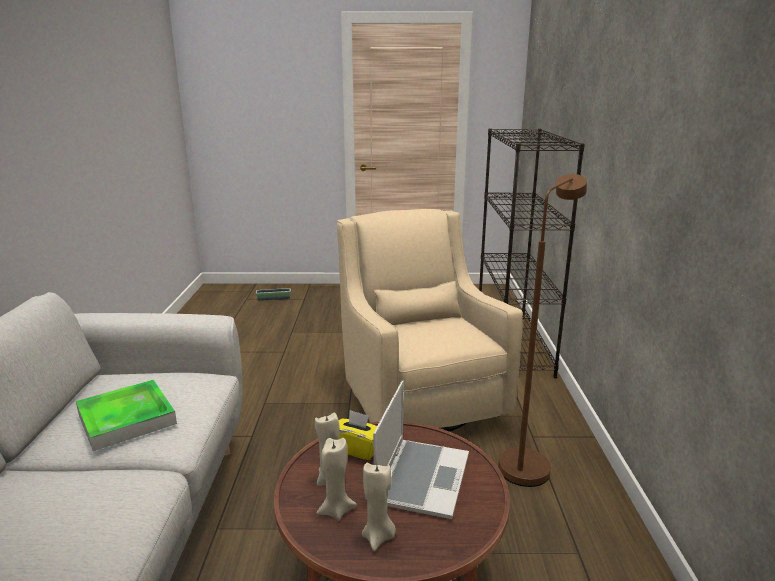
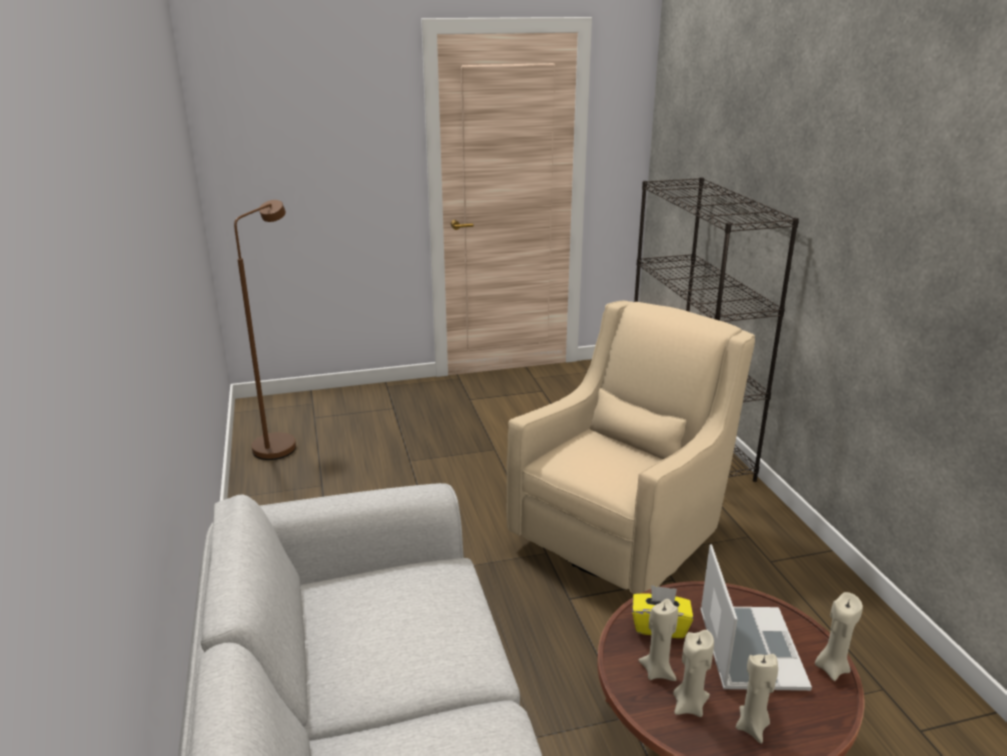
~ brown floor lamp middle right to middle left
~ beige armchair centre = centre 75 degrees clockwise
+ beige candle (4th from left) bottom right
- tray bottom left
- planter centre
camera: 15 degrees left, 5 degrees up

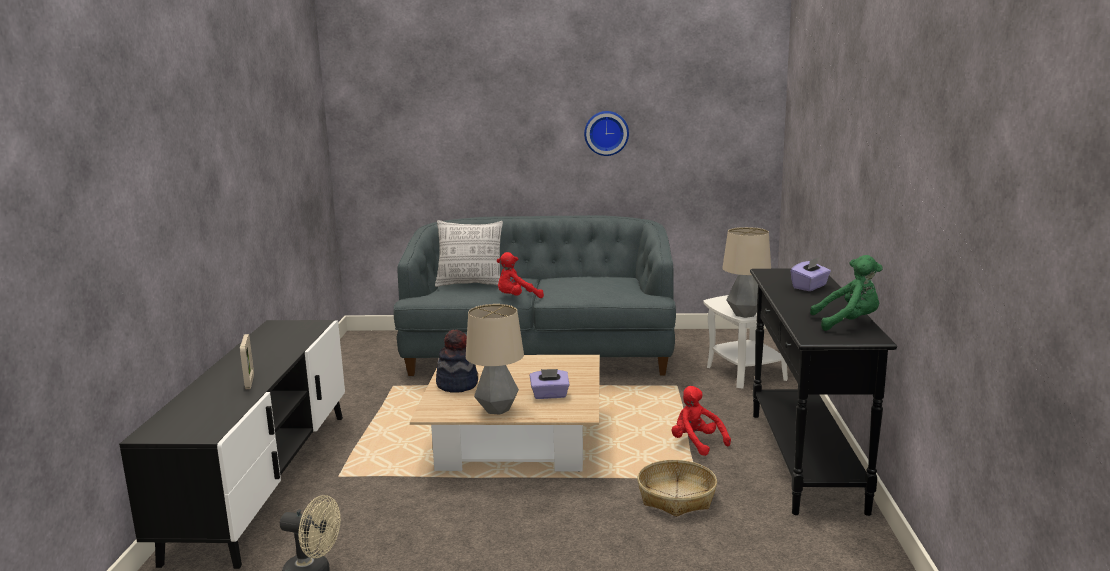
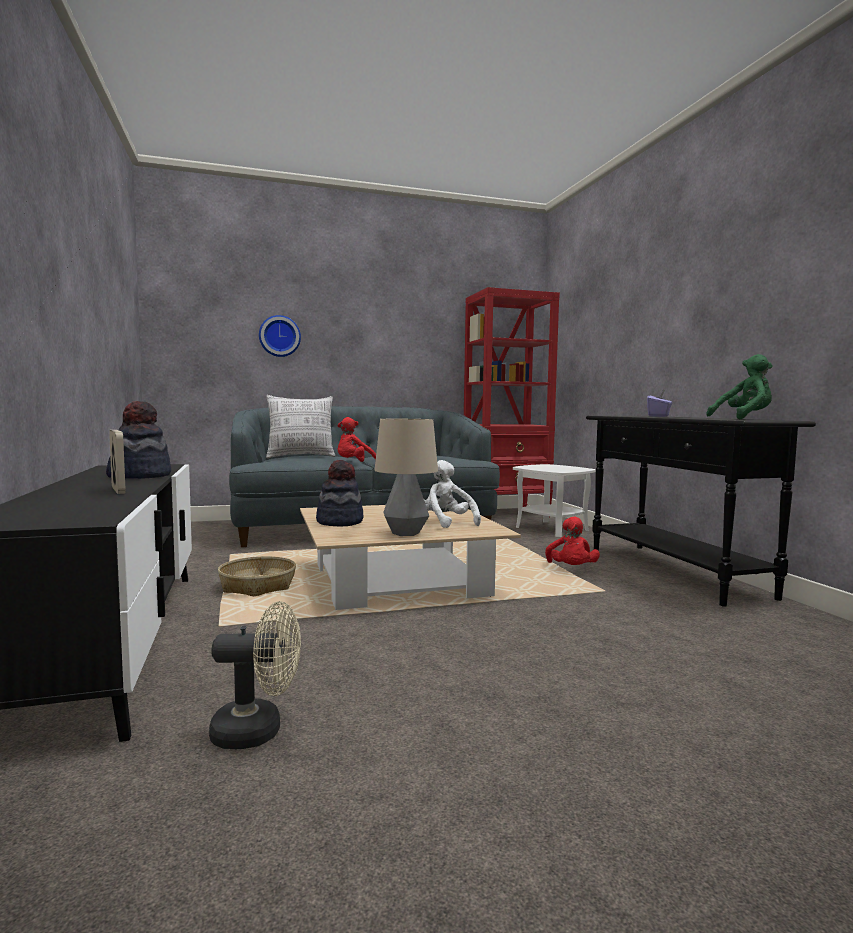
+ hat (1st from left) middle left
~ basket bottom centre to middle left
~ wall clock top centre to middle left
~ purple tissue box (1st from left) bottom centre to white plush toy centre
+ red bookcase centre
~ red plush toy (2nd from left) bottom centre = middle right 120 degrees counterclockwise
- table lamp (2nd from left) middle right
camera: 20 degrees left, 10 degrees down

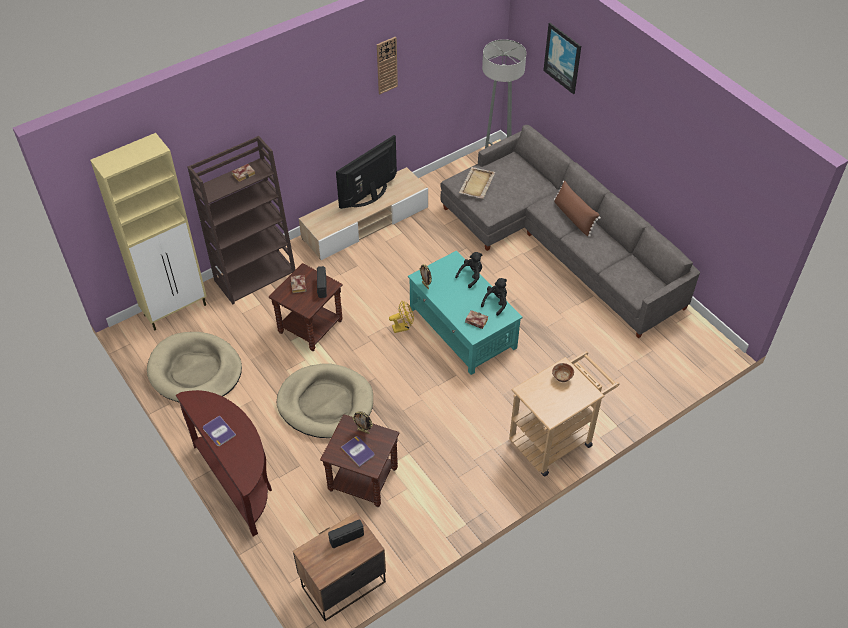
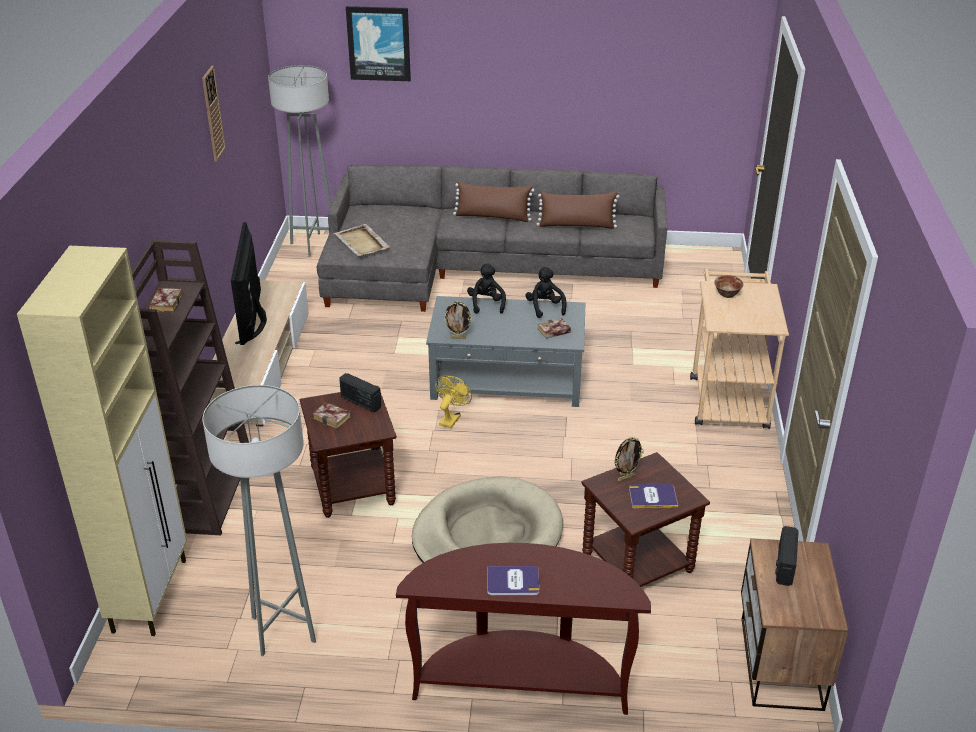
~ beige dog bed (1st from left) middle left to grey floor lamp (1st from left) bottom left
~ turquoise coffee table centre to grey coffee table centre
+ brown pillow (2nd from left) top centre
camera: 50 degrees left, 15 degrees down

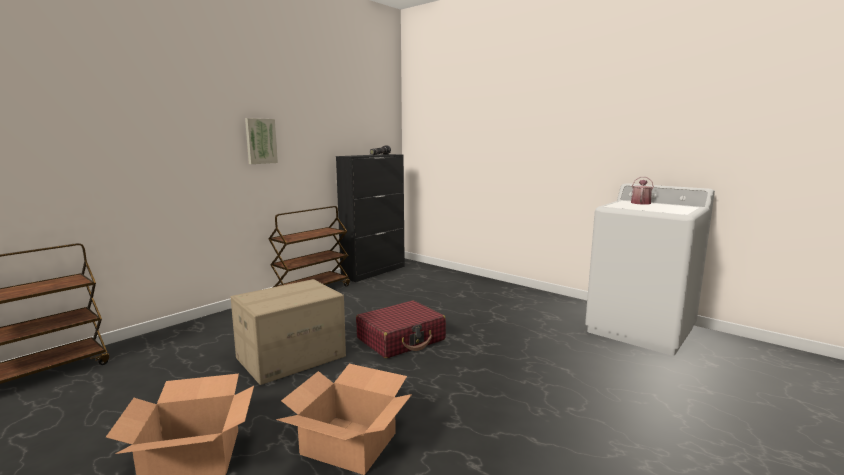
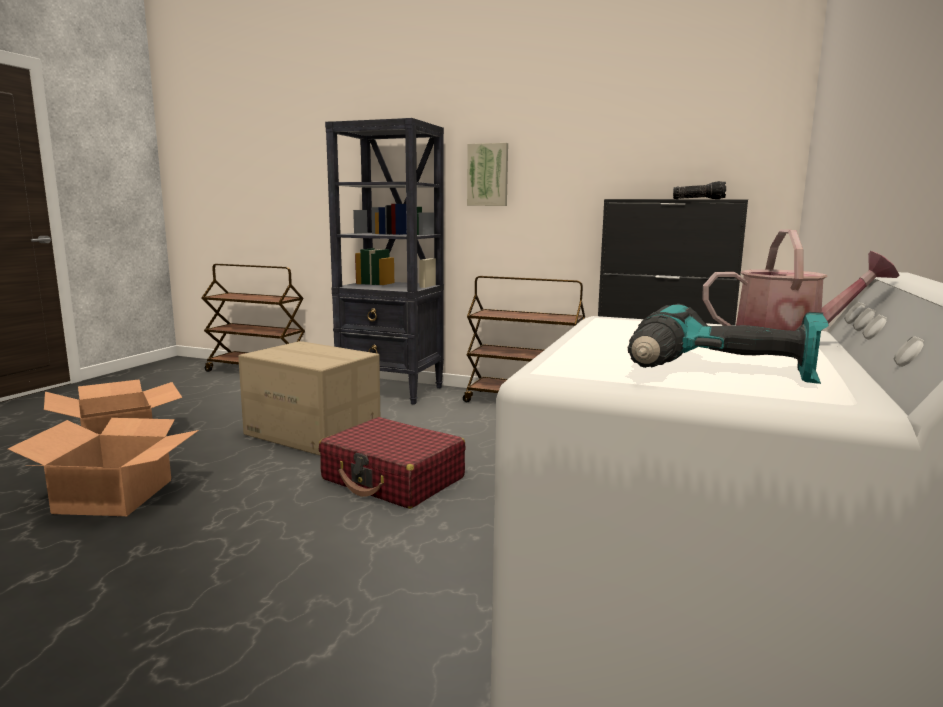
+ black bookcase centre
+ power drill middle right
camera: 70 degrees right, 0 degrees up

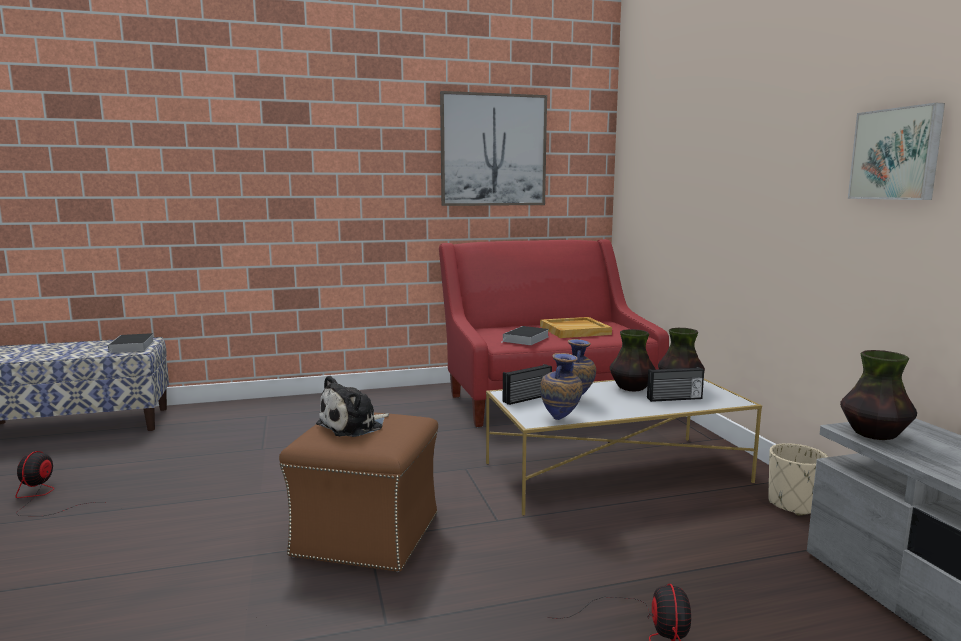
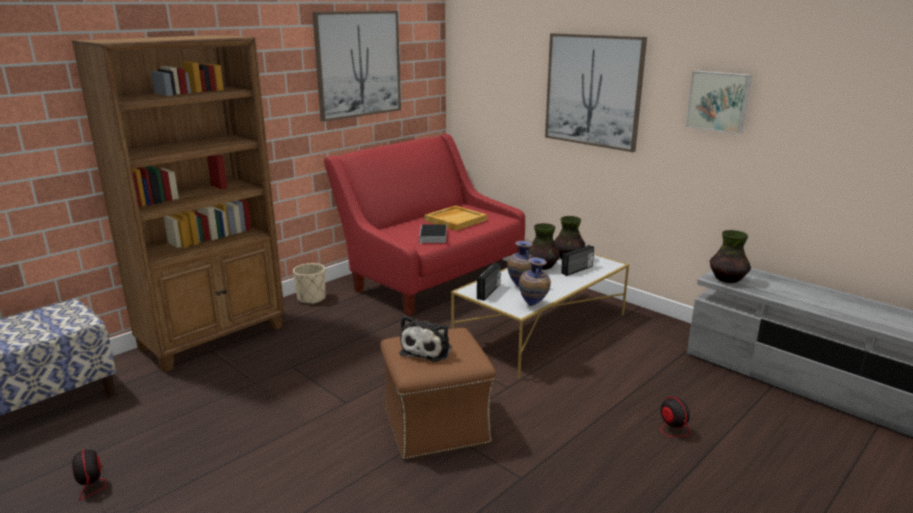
+ brown bookcase middle left
~ beige planter bottom right to centre
+ picture (2nd from left) top centre
- book (1st from left) middle left
camera: 30 degrees left, 10 degrees up

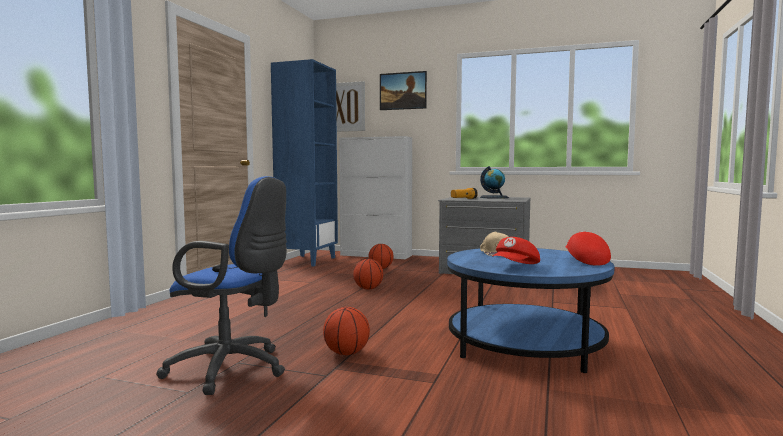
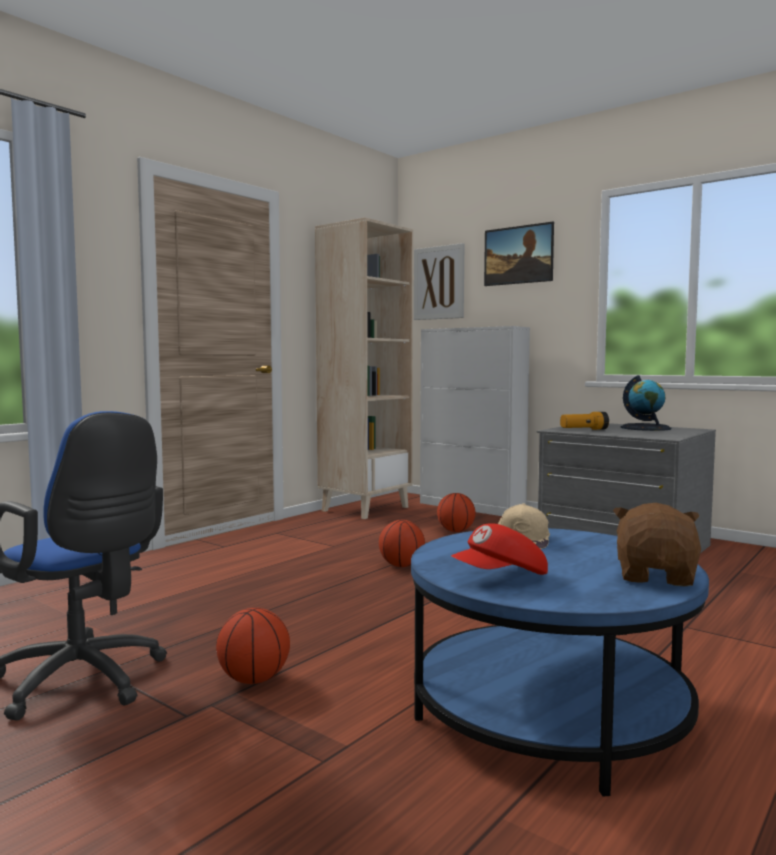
~ blue bookcase centre to beige bookcase centre
~ red cap (2nd from left) middle right to brown plush toy middle right
camera: 20 degrees right, 0 degrees up

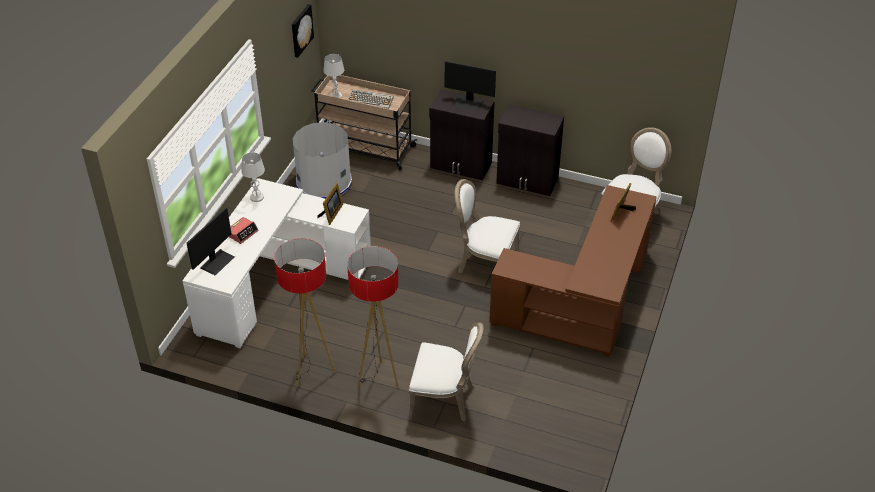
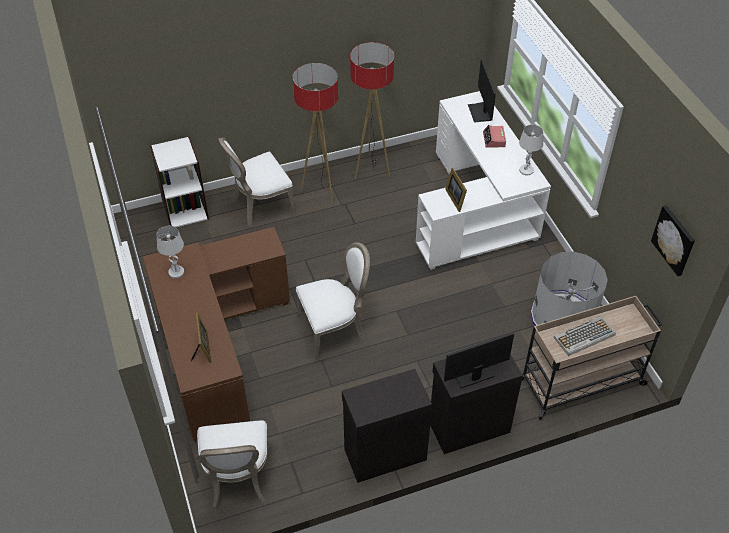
+ white bookcase middle left
~ white table lamp (2nd from left in the first image) top centre to white table lamp (1st from left) middle left
camera: 140 degrees right, 5 degrees up

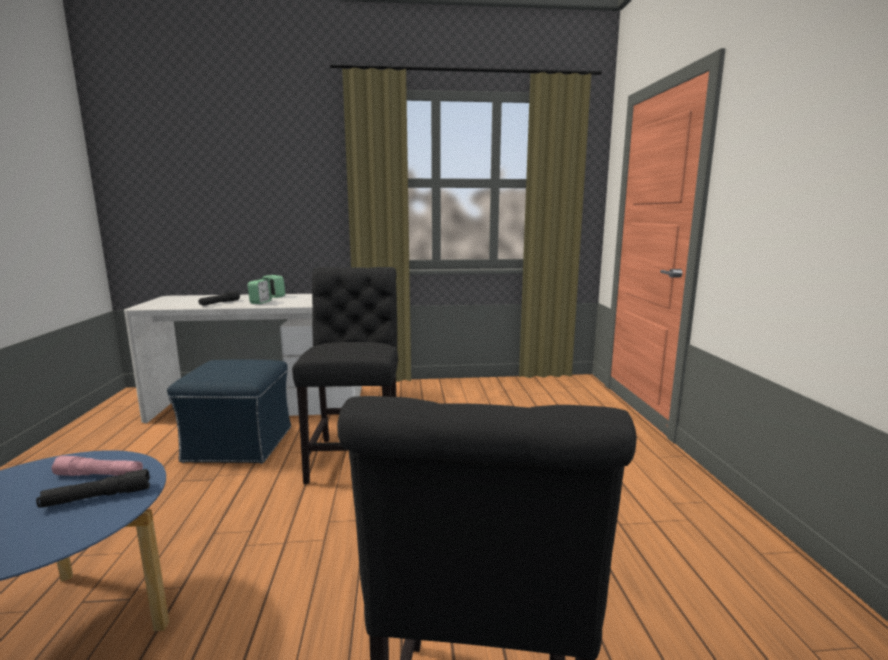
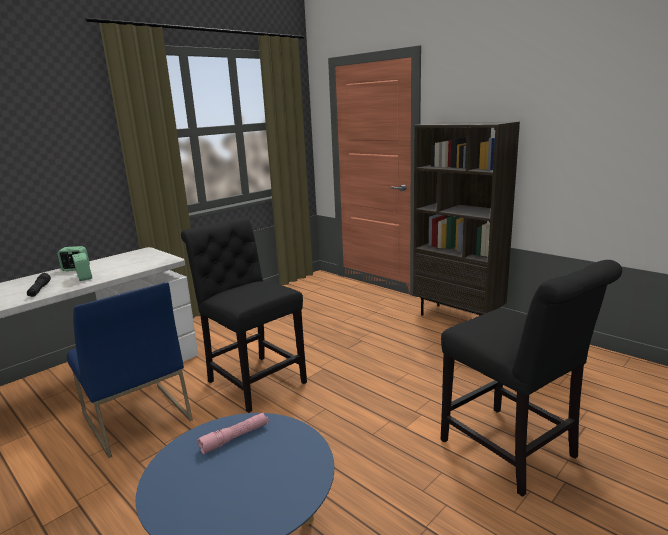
~ blue ottoman middle left to blue chair bottom left
+ brown bookcase middle right
- black flashlight (1st from left) bottom left
camera: 40 degrees left, 5 degrees up

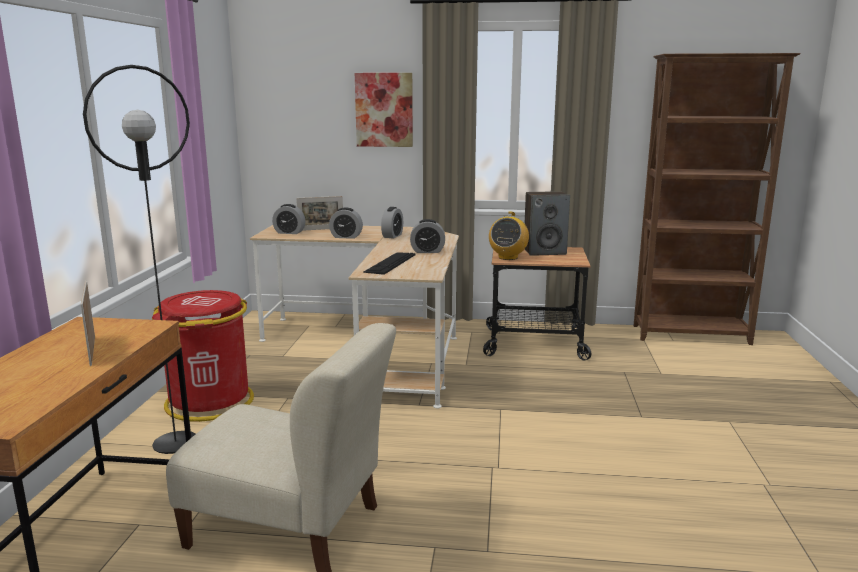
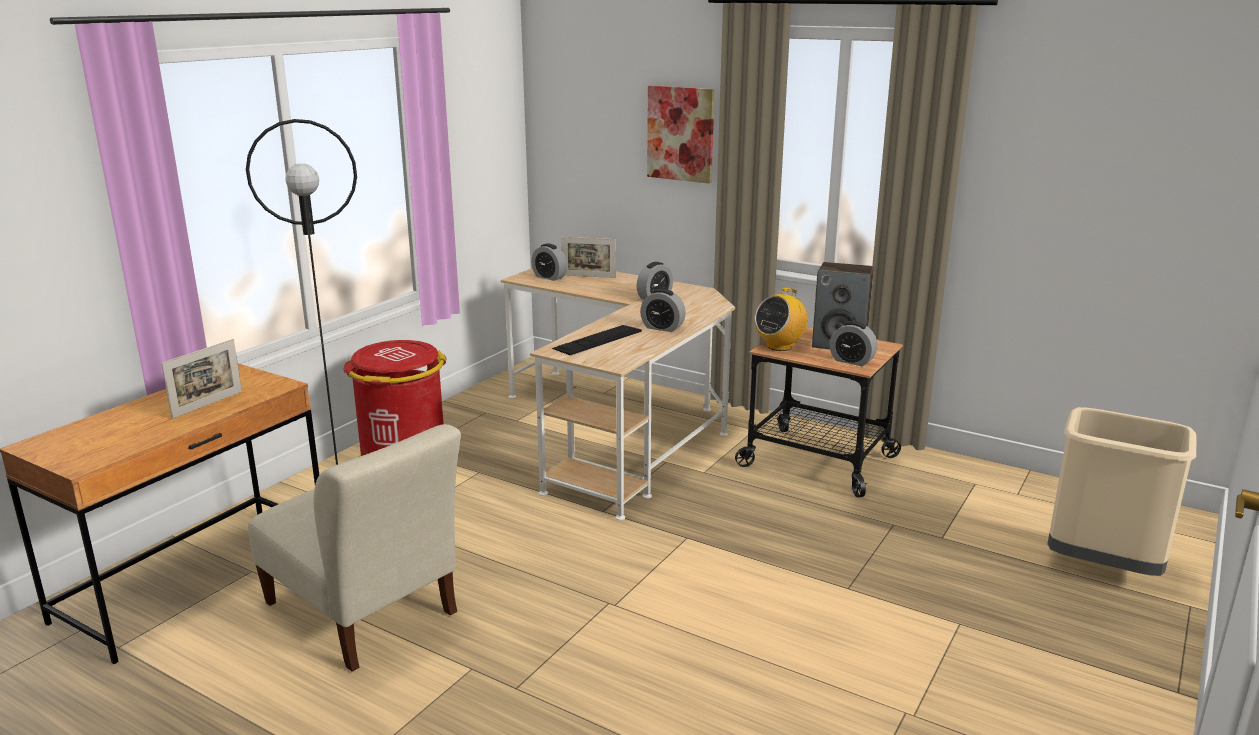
~ picture frame (1st from left) middle left = middle left 150 degrees counterclockwise
~ alarm clock (2nd from left in the first image) centre to alarm clock (4th from left) middle right
+ beige trash can bottom right
- brown bookcase middle right
camera: 25 degrees right, 5 degrees up

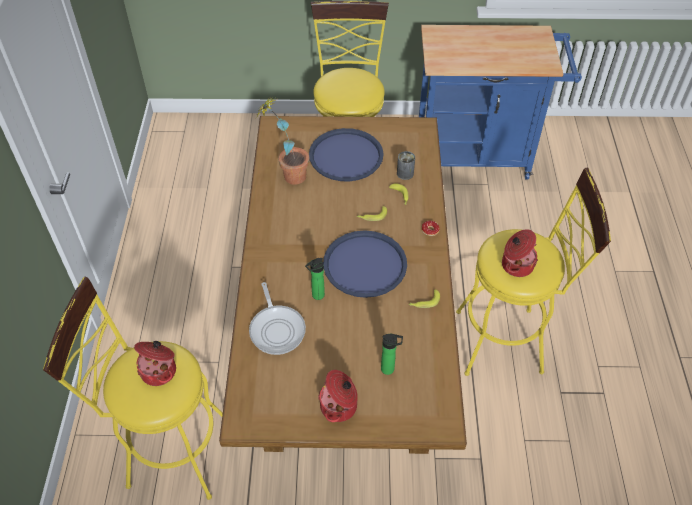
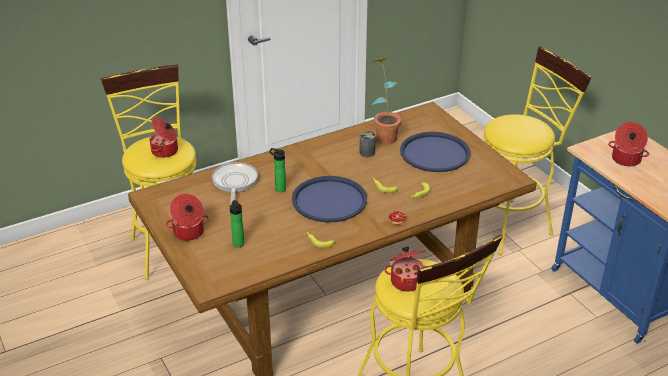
~ frying pan centre = centre 135 degrees clockwise
~ can top centre to centre
+ cooking pot (4th from left) middle right
camera: 60 degrees right, 15 degrees down

